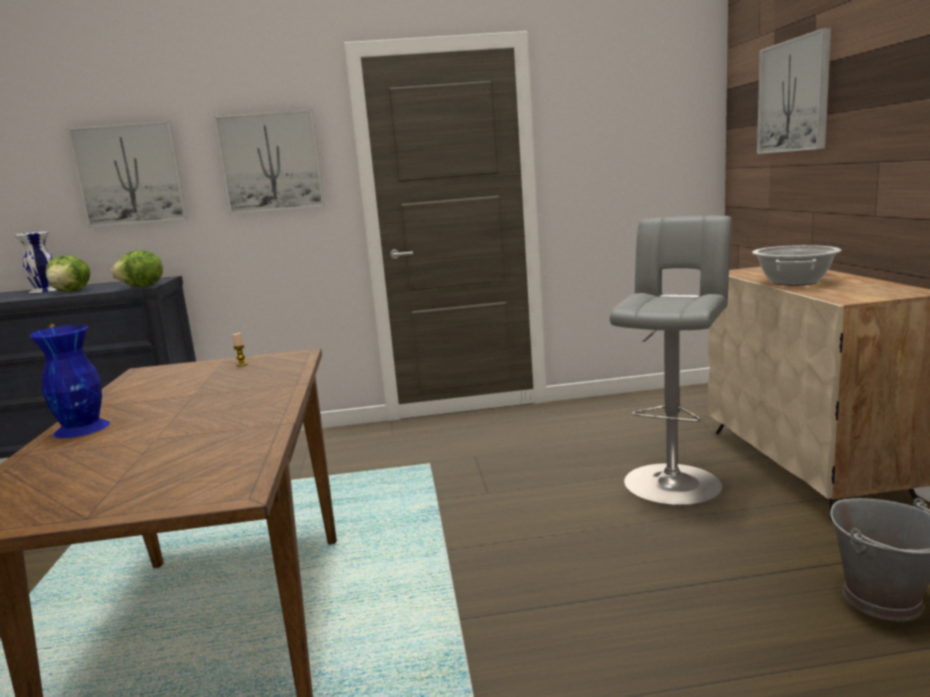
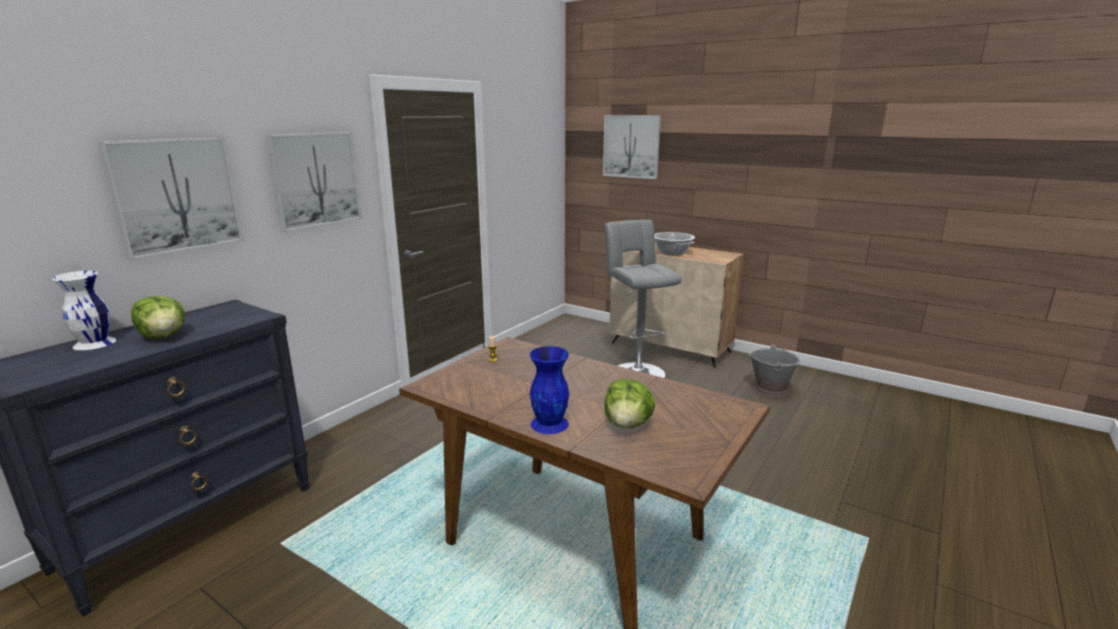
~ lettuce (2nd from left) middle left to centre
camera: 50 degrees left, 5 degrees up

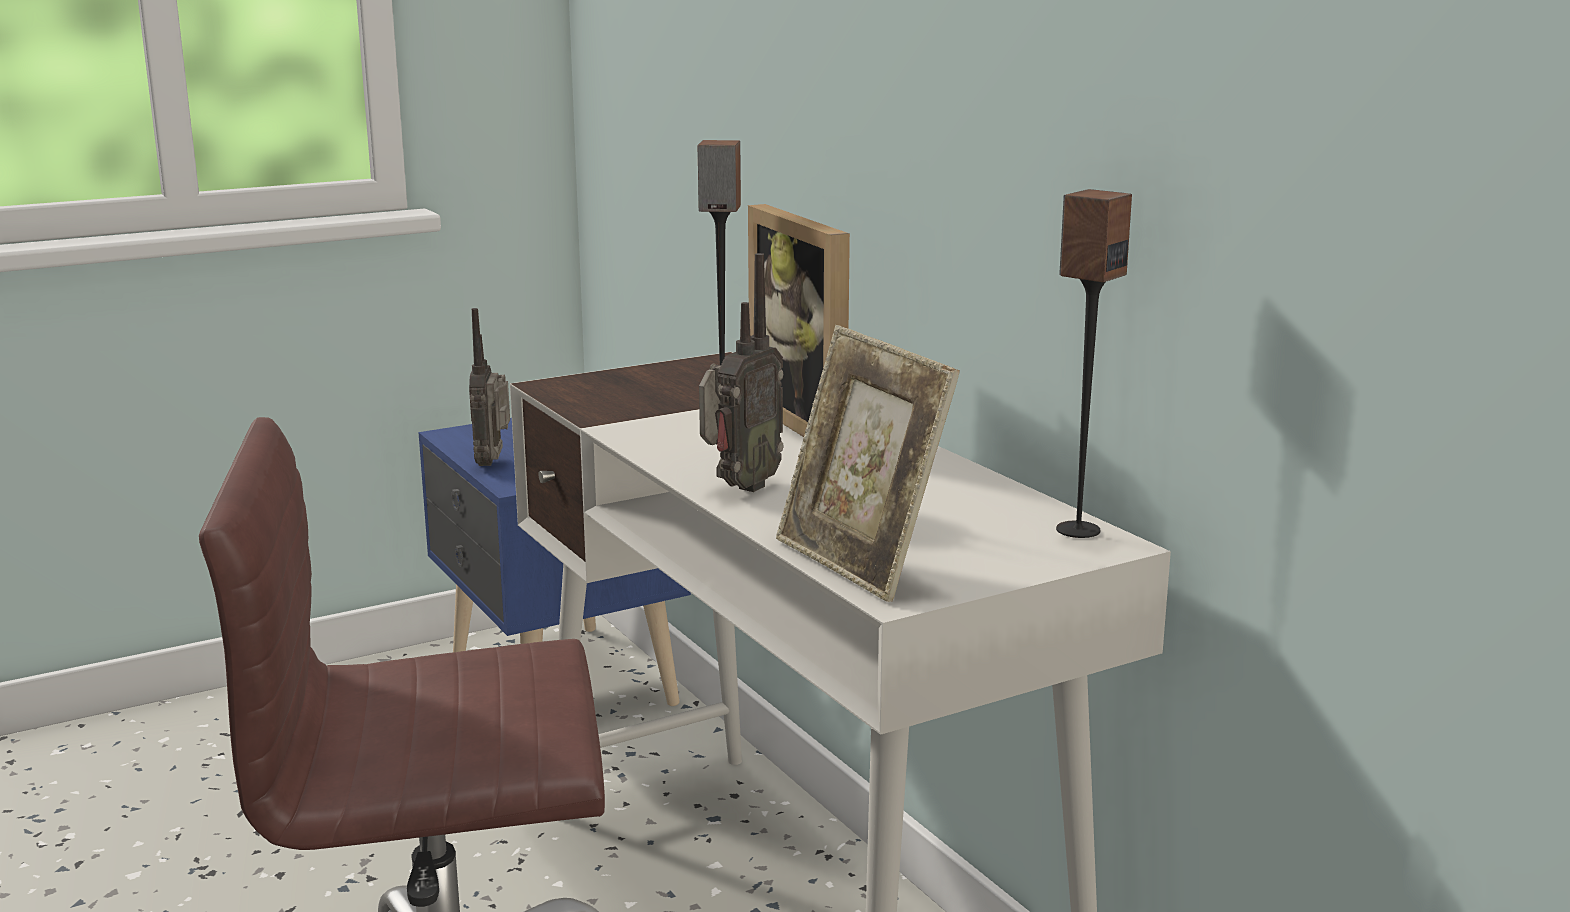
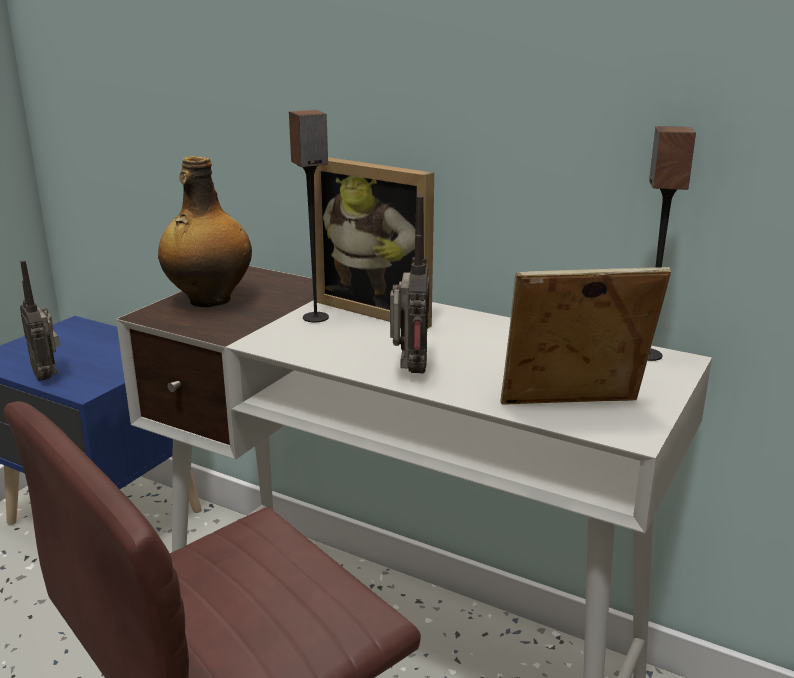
+ bottle middle left
~ picture frame (2nd from left) centre = middle right 150 degrees clockwise
camera: 30 degrees left, 5 degrees up

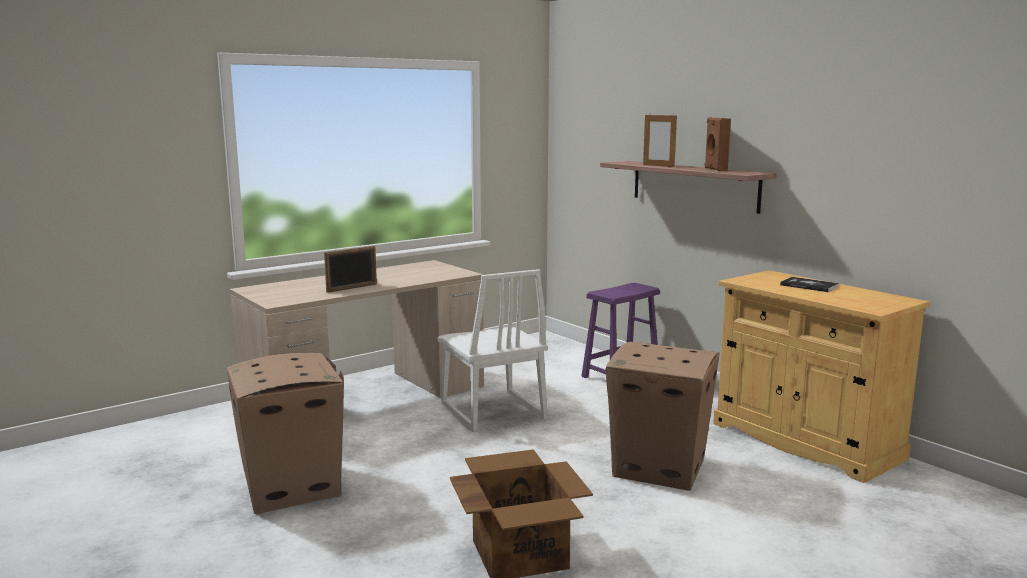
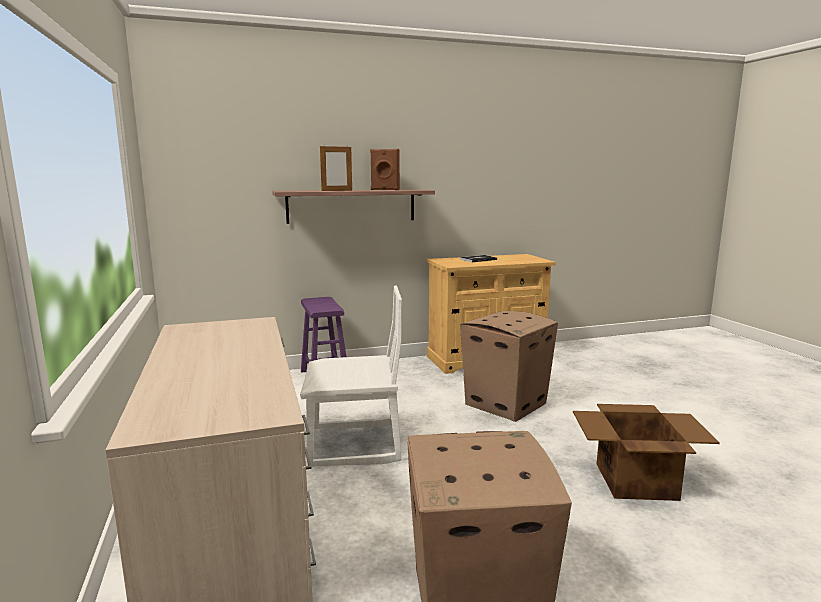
- picture frame (1st from left) centre
camera: 70 degrees left, 0 degrees up

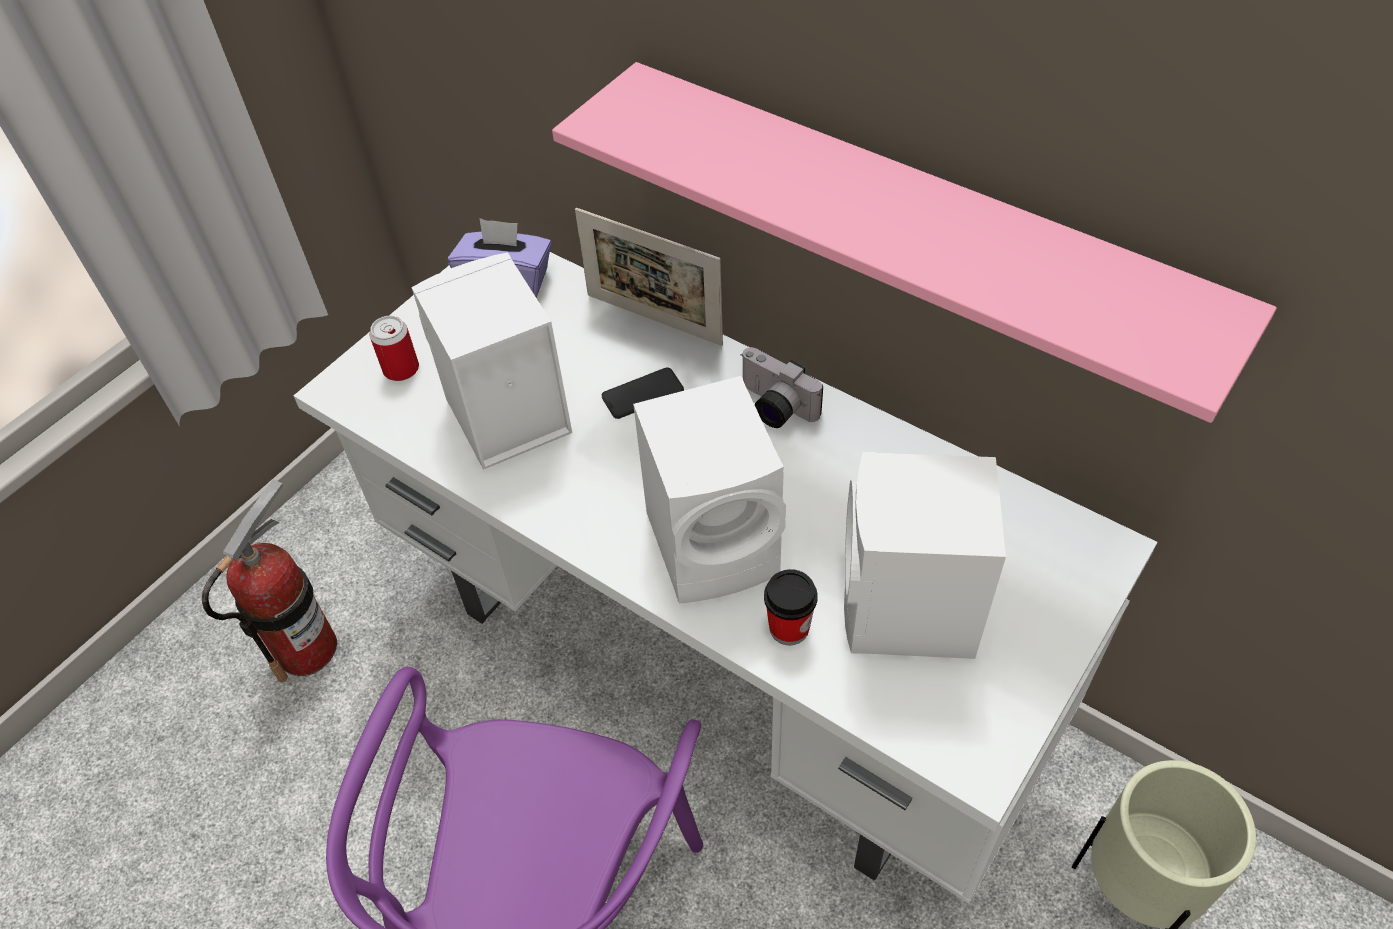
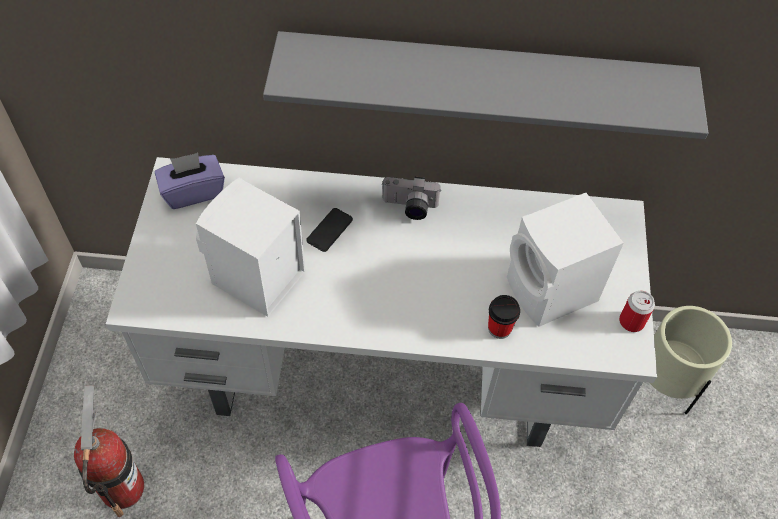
~ pink shelf top centre to grey shelf top centre
~ can middle left to middle right
- picture frame top centre
- white speaker (2nd from left) centre
camera: 35 degrees left, 5 degrees up

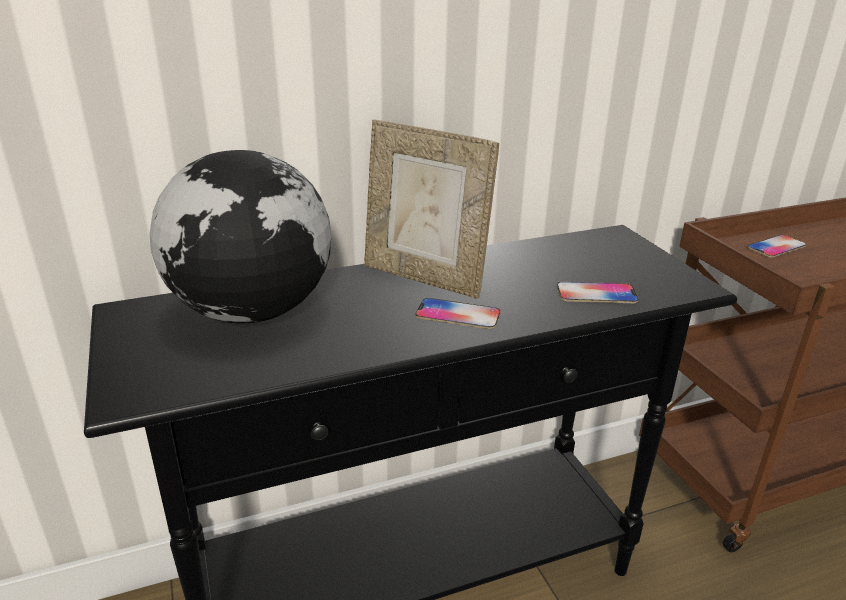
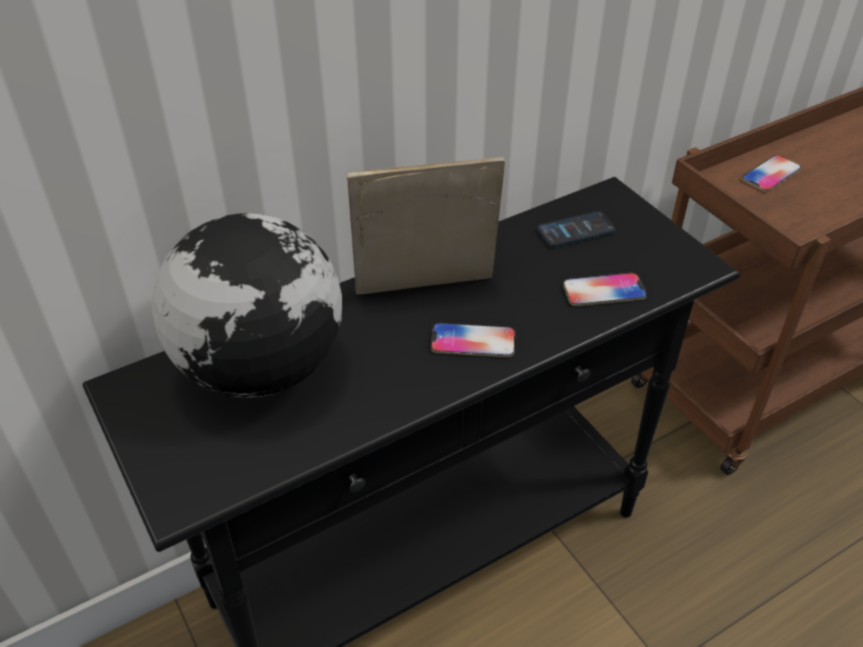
~ picture frame centre = centre 150 degrees clockwise
+ phone (2nd from left) middle right
camera: 10 degrees left, 15 degrees up

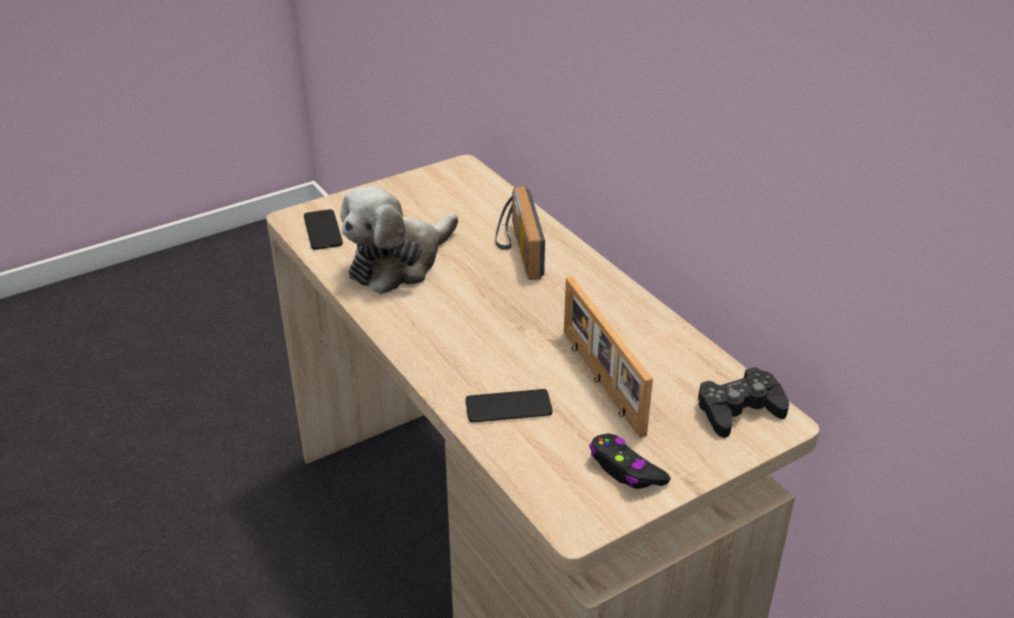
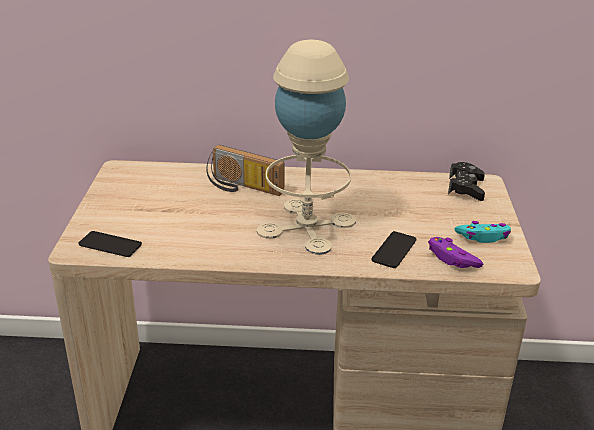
+ beige table lamp centre
+ purple game controller middle right
~ black game controller (1st from left) bottom centre to turquoise game controller middle right
- plush toy centre
- picture frame centre
camera: 55 degrees left, 5 degrees down

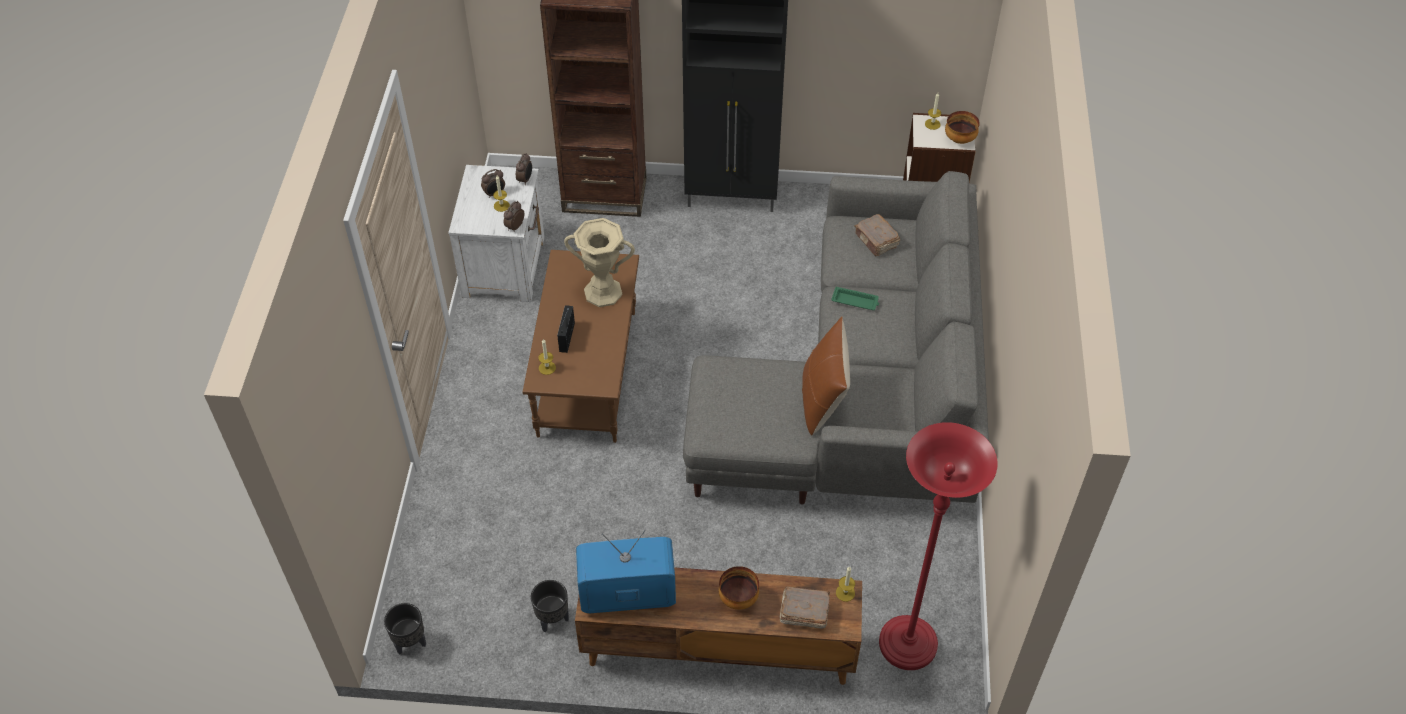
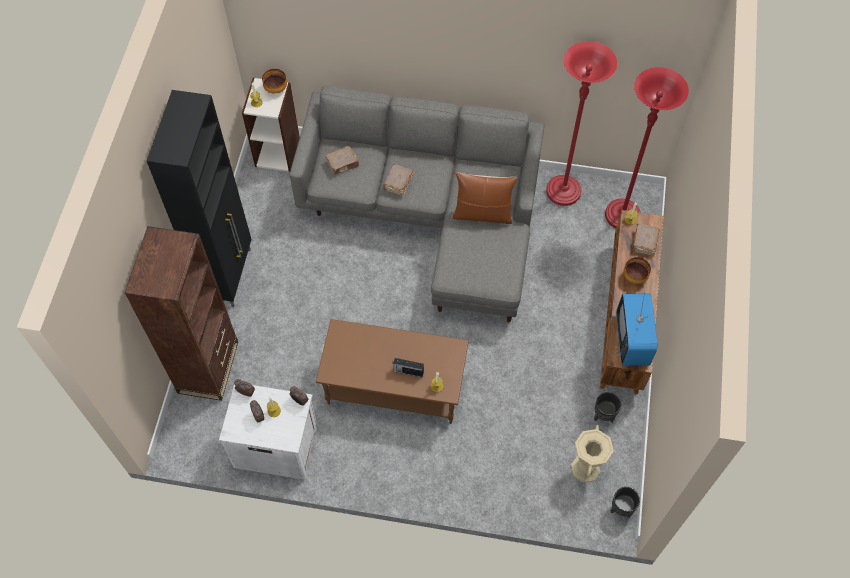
~ green tray centre to brown book (2nd from left) top centre
+ red floor lamp (1st from left) top right
~ beige vase centre to bottom right
camera: 85 degrees left, 10 degrees up

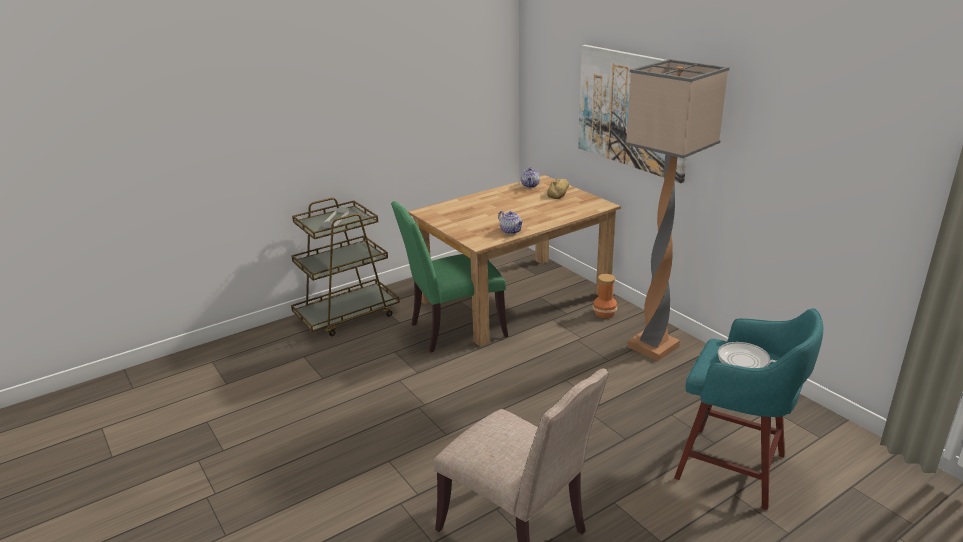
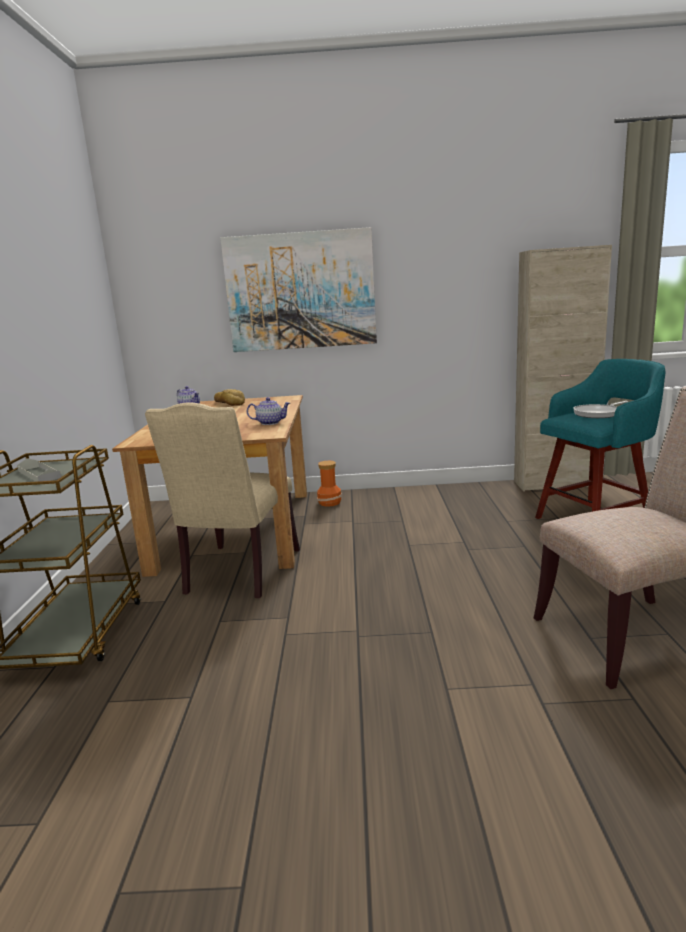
~ green chair centre to beige chair (1st from left) middle left
+ beige cabinet middle right
- floor lamp middle right
camera: 55 degrees left, 10 degrees down

